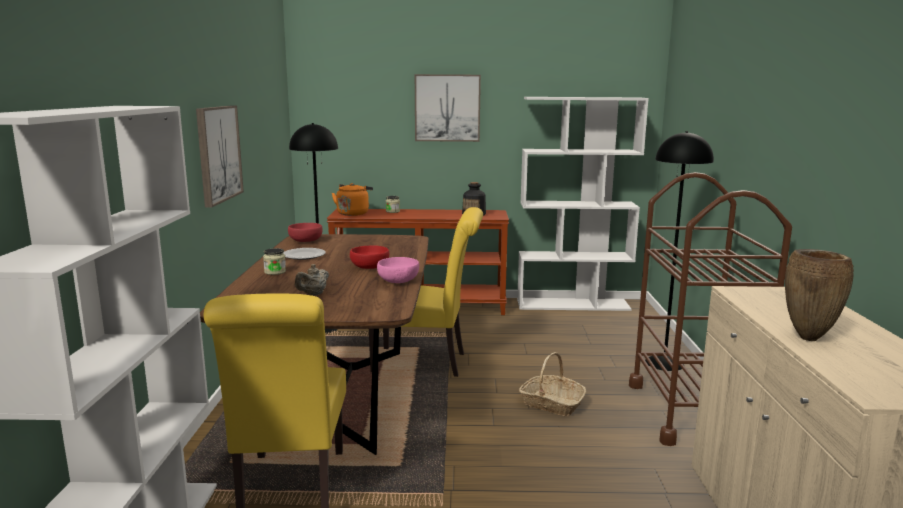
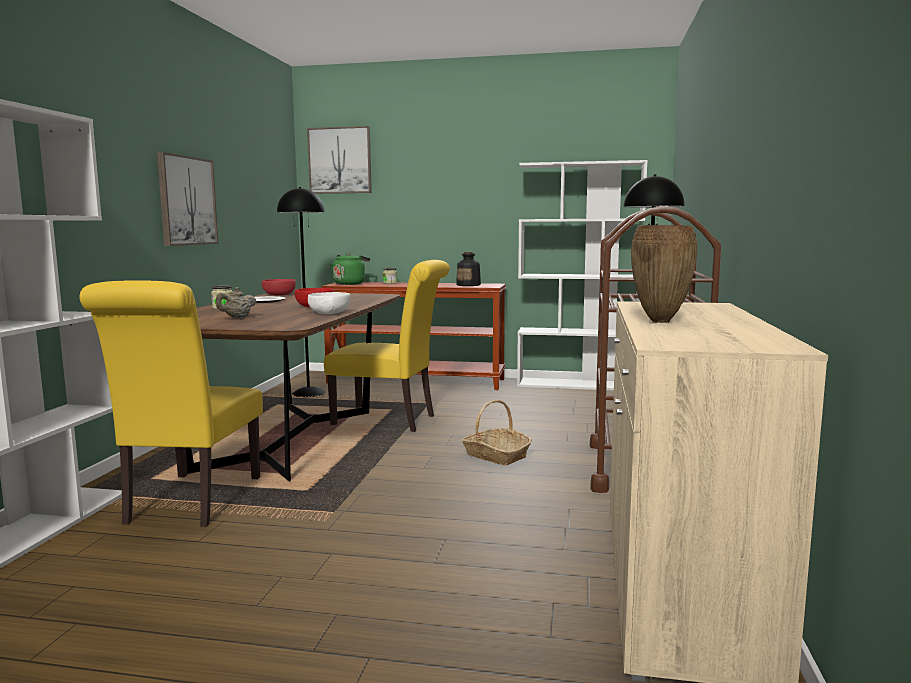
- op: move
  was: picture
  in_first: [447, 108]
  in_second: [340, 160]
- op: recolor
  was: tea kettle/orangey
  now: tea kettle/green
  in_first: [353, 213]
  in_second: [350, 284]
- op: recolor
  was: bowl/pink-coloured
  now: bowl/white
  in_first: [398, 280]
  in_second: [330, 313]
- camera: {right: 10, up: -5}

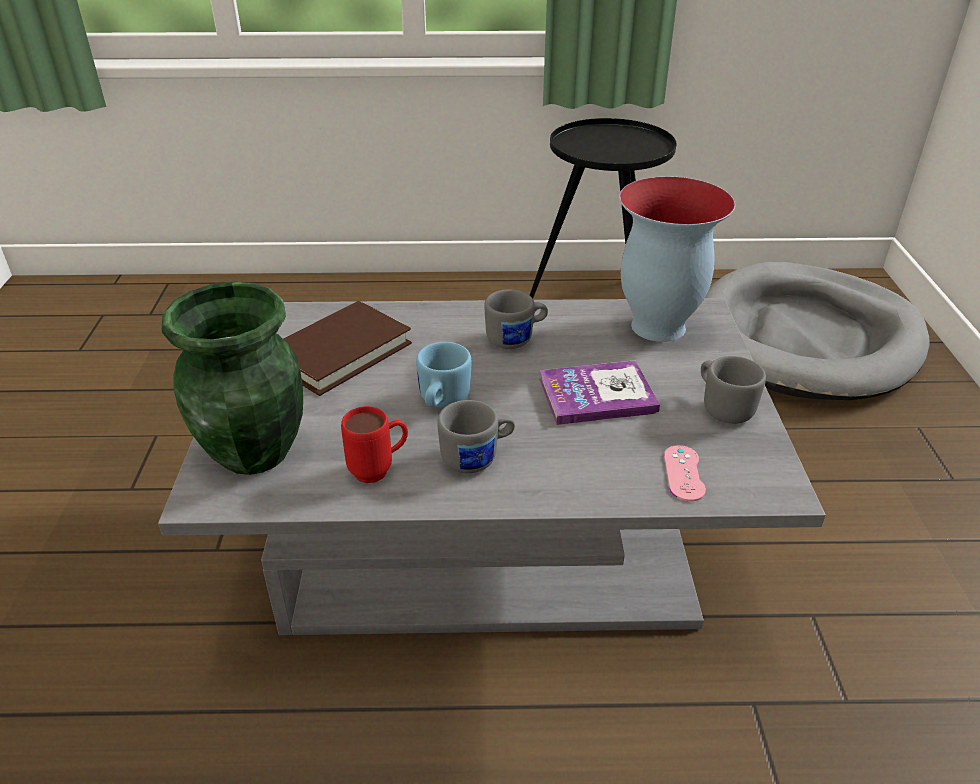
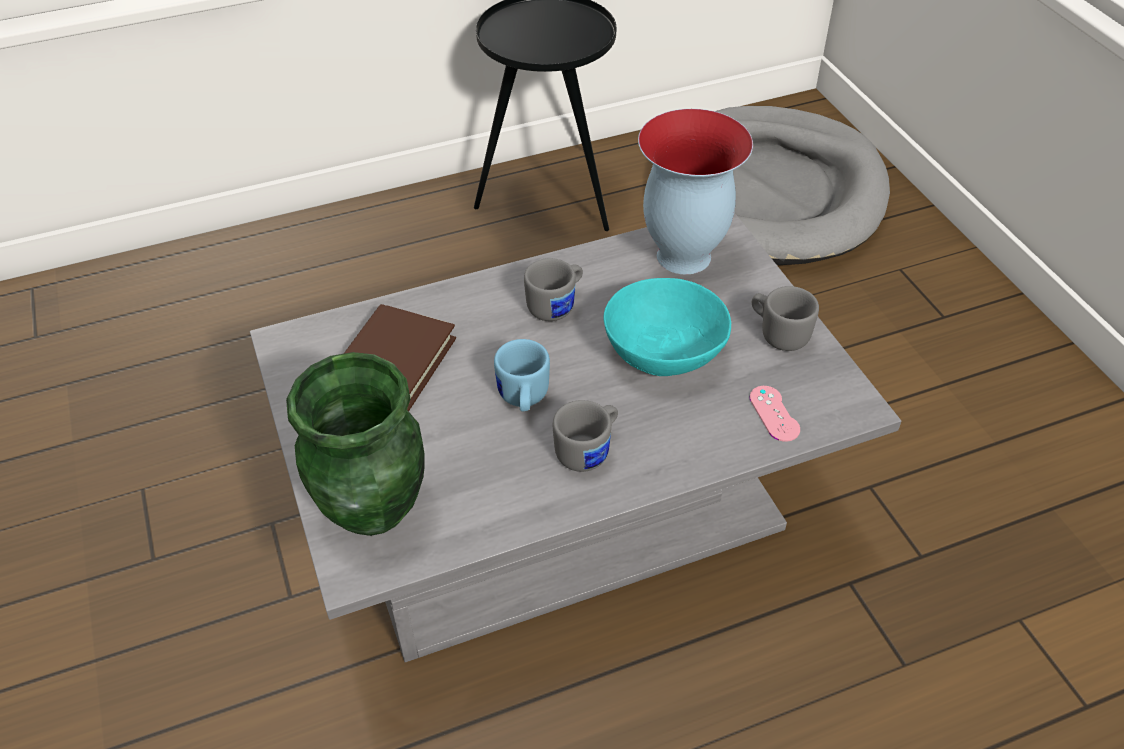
- op: replace
  was: bound book
  now: bowl/turquoise-coloured
  in_first: [597, 395]
  in_second: [663, 351]
- op: delete
  was: tea mug/red
  in_first: [379, 470]
- camera: {right: -20, up: 10}

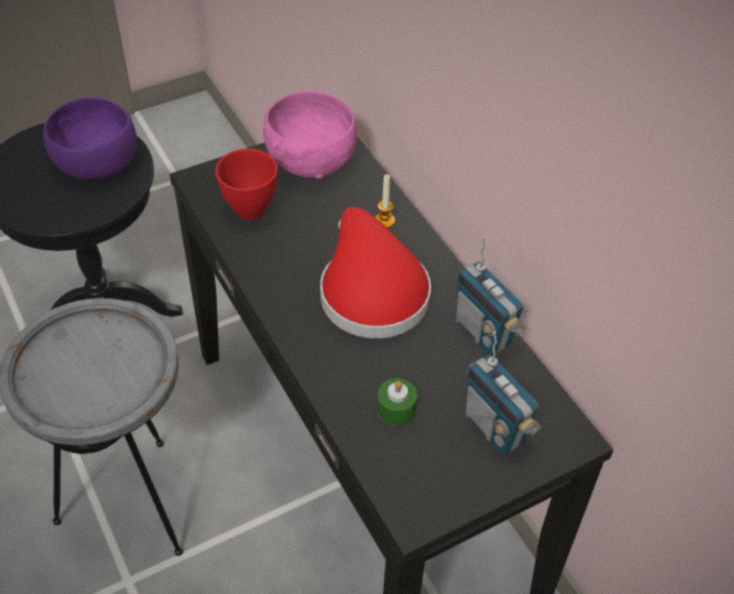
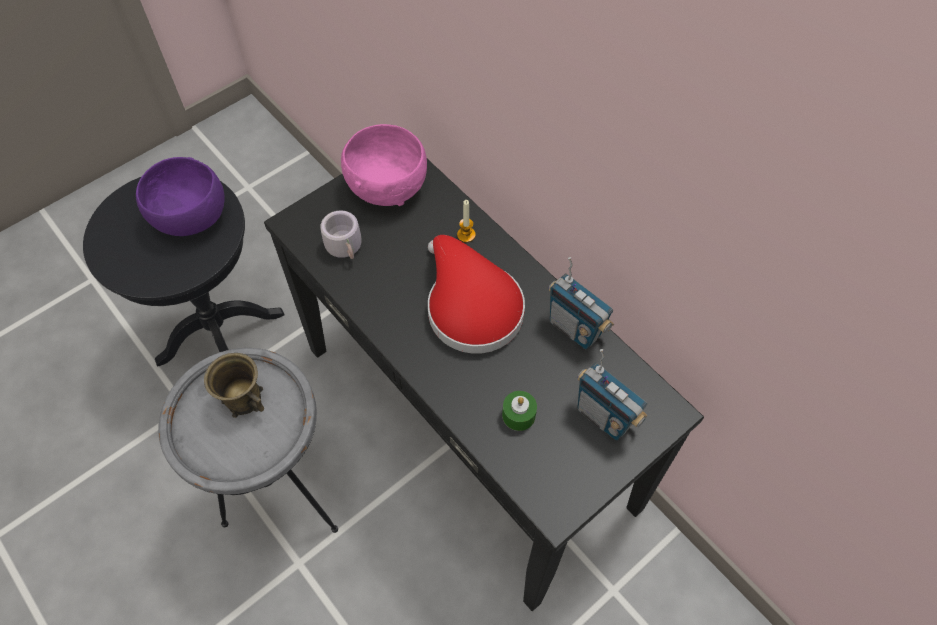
- op: replace
  was: bowl/red
  now: tea mug/greyish
  in_first: [251, 211]
  in_second: [347, 247]
- op: insert
  now: tea mug/brown
  in_second: [244, 398]
- camera: {right: -10, up: 10}

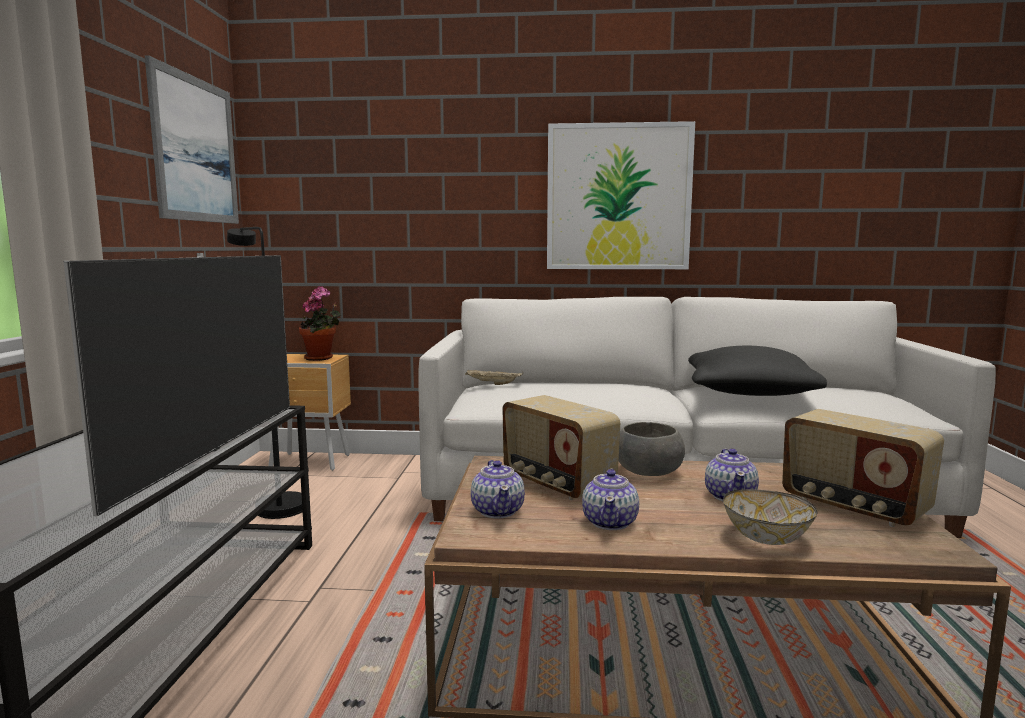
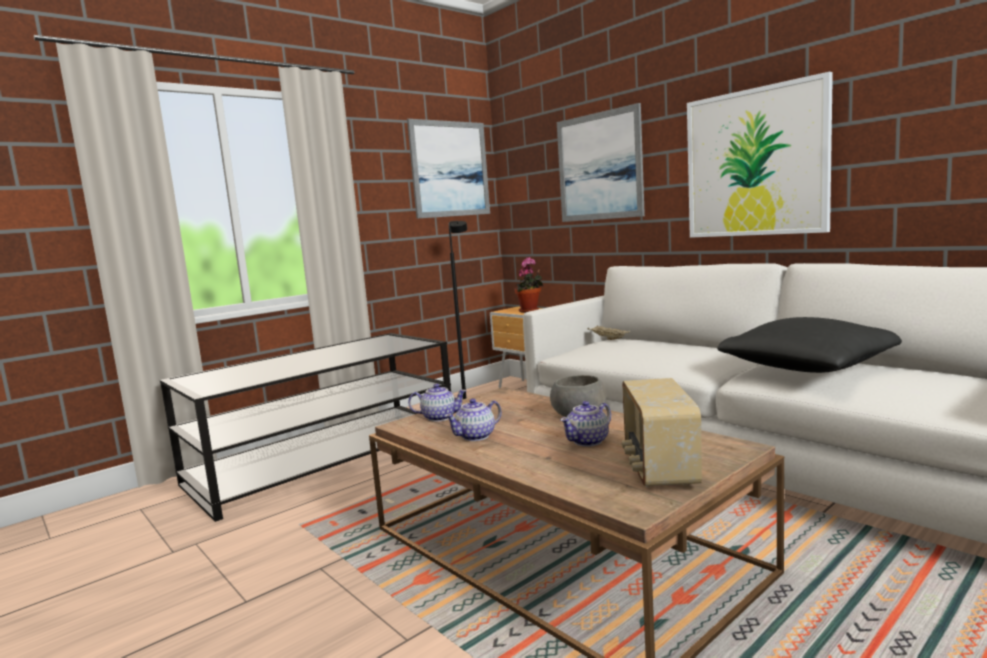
- op: delete
  was: television
  in_first: [213, 450]
- op: delete
  was: radio set
  in_first: [556, 483]
- op: rotate
  was: pot for tea
  in_first: [498, 511]
  in_second: [439, 417]
  clockwise: -120
- op: delete
  was: bowl
  in_first: [767, 538]
- op: insert
  now: picture
  in_second: [599, 167]
- camera: {right: 45, up: 0}

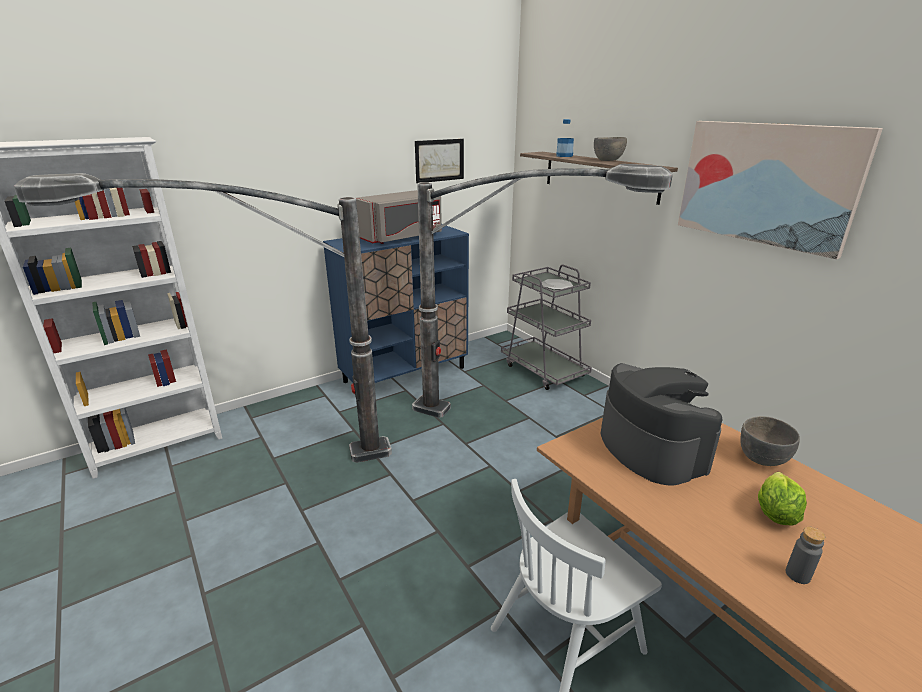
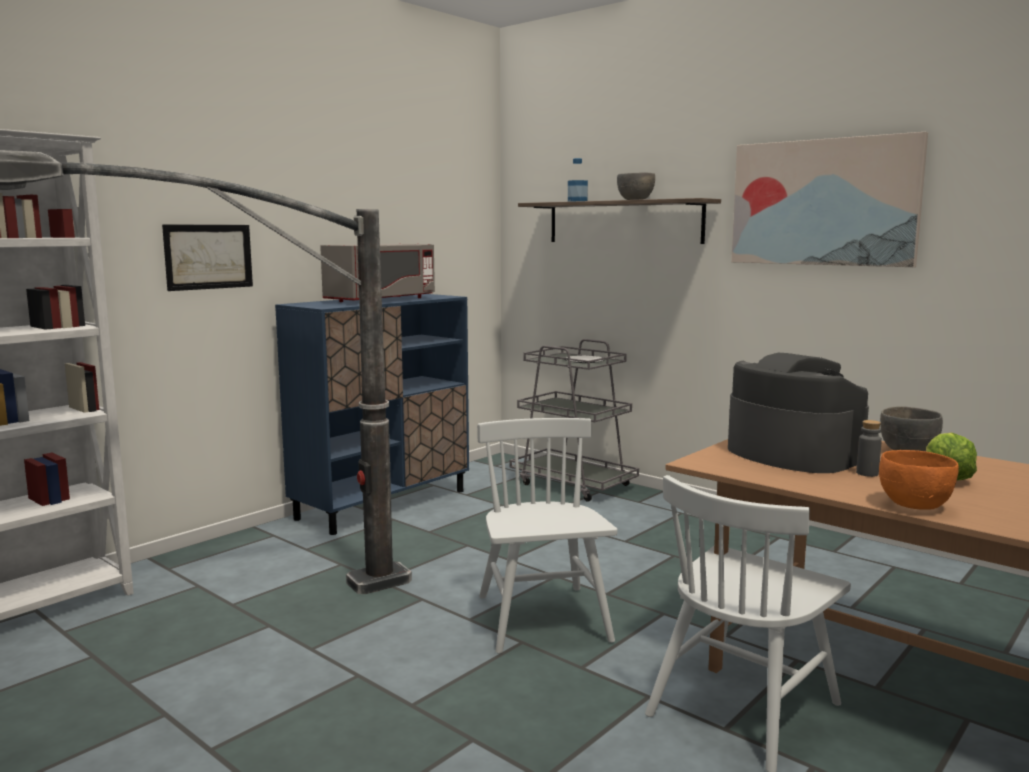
- op: move
  was: picture
  in_first: [439, 160]
  in_second: [208, 256]
- op: delete
  was: standard lamp
  in_first: [511, 430]
- op: move
  was: drink bottle/greyish
  in_first: [797, 575]
  in_second: [867, 473]
- op: insert
  now: chair/white
  in_second: [542, 619]
- op: insert
  now: bowl/orangey
  in_second: [914, 506]
- camera: {right: -15, up: -15}

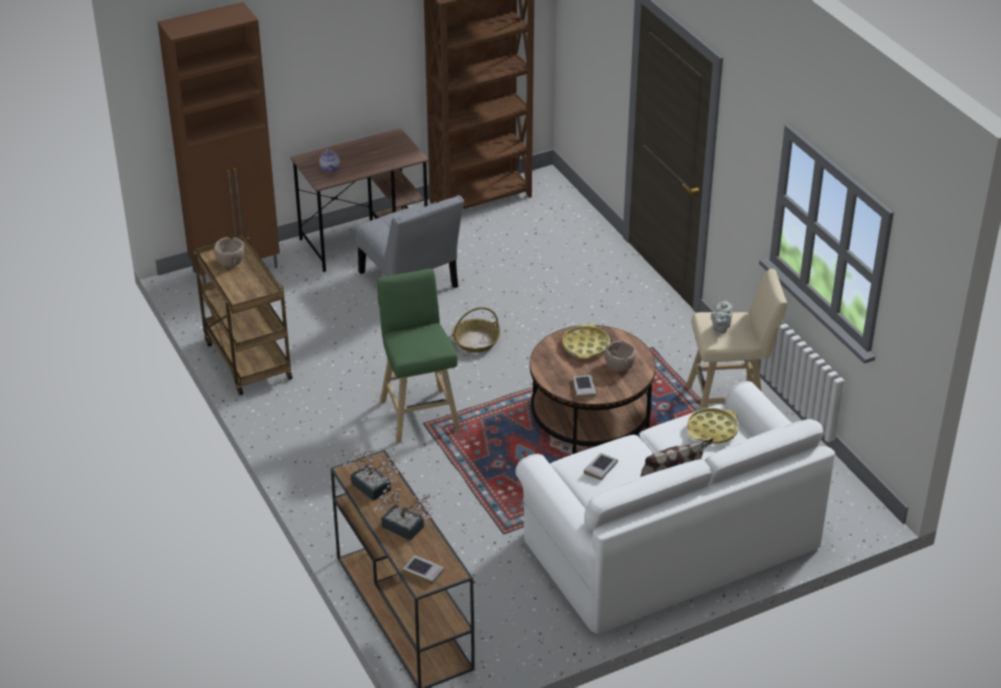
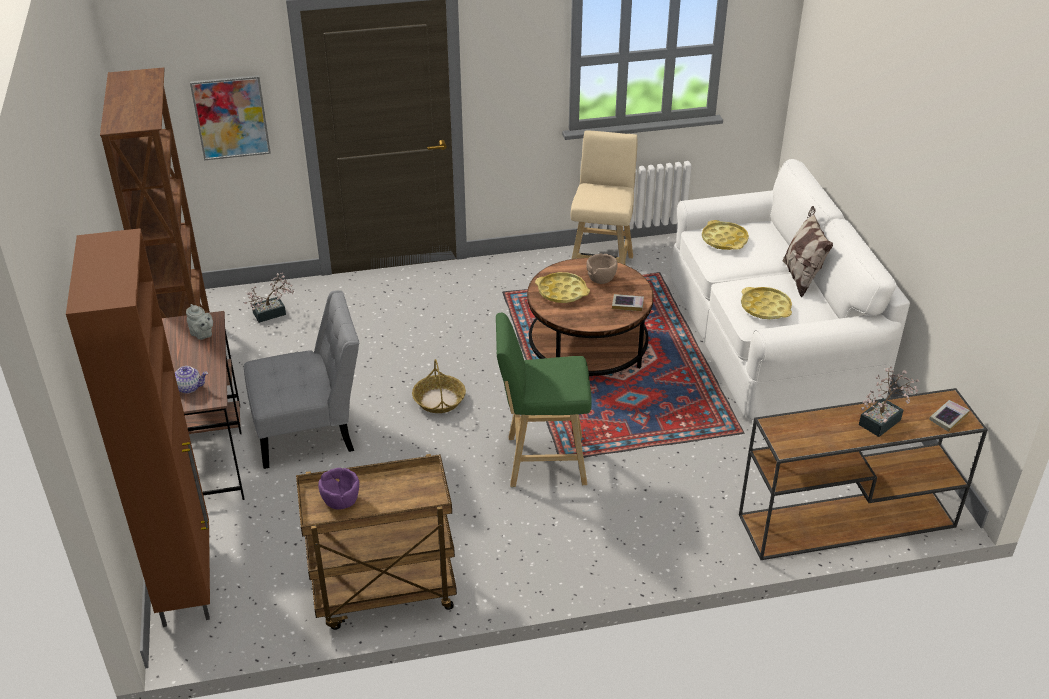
- op: recolor
  was: bowl/brown
  now: bowl/purple
  in_first: [230, 262]
  in_second: [341, 501]
- op: move
  was: pot for tea/greyish
  in_first: [720, 328]
  in_second: [202, 335]
- op: move
  was: plant in a pot
  in_first: [373, 489]
  in_second: [273, 312]
- op: replace
  was: bound book
  now: carrying tray/yellowish
  in_first: [600, 468]
  in_second: [765, 307]
- op: insert
  now: picture
  in_second: [231, 117]
- camera: {right: -75, up: 0}

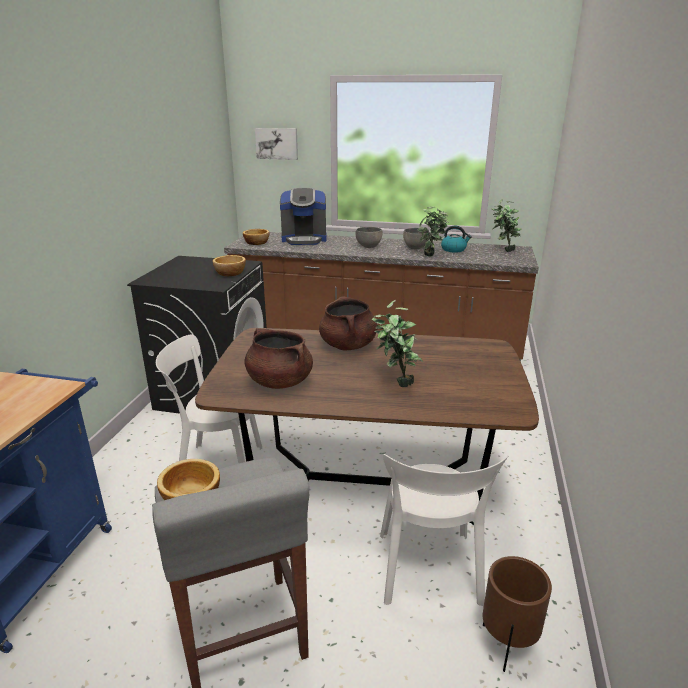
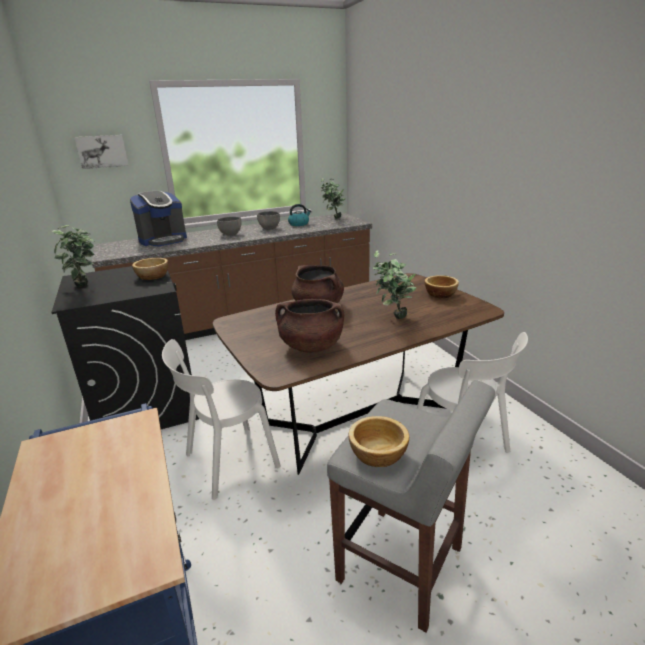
- op: move
  was: plant in a pot
  in_first: [431, 257]
  in_second: [85, 287]
- op: move
  was: bowl
  in_first: [257, 243]
  in_second: [440, 294]
- op: delete
  was: plant pot/brown
  in_first: [507, 646]
- camera: {right: -35, up: 0}

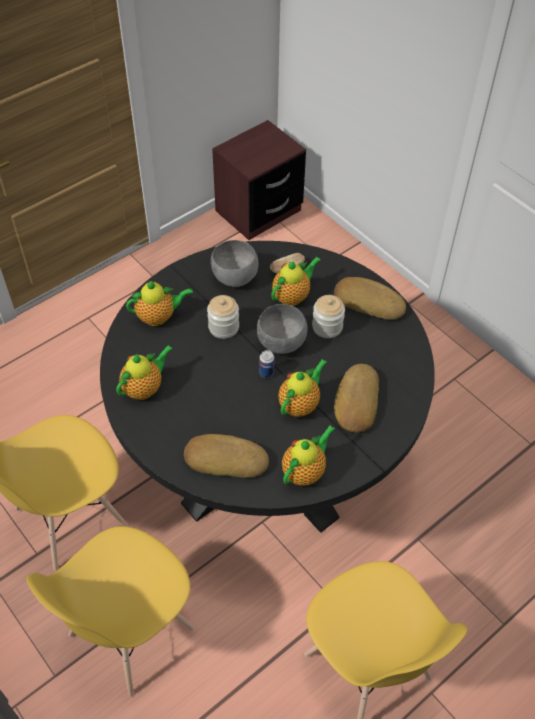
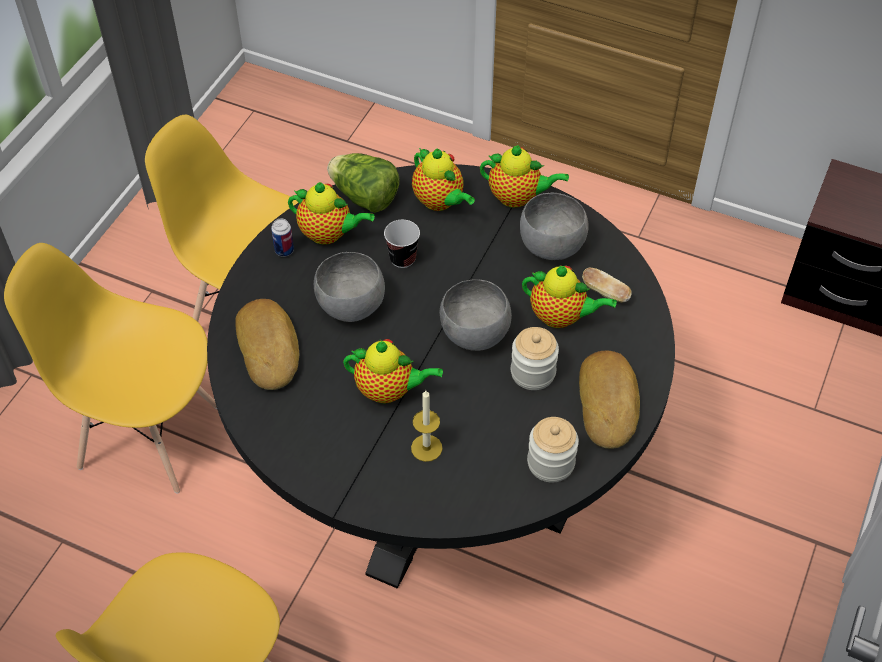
- op: move
  was: jar
  in_first: [223, 327]
  in_second: [550, 463]
- op: move
  was: can
  in_first: [266, 373]
  in_second: [284, 250]
- op: replace
  was: bread
  now: wax light
  in_first: [355, 402]
  in_second: [426, 448]
- op: move
  was: pot for tea
  in_first: [305, 471]
  in_second: [518, 197]
- op: insert
  now: lettuce head
  in_second: [364, 197]
- op: insert
  now: small cup
  in_second: [402, 258]
- op: insert
  now: bowl/greyish
  in_second: [349, 307]
- camera: {right: 65, up: 0}

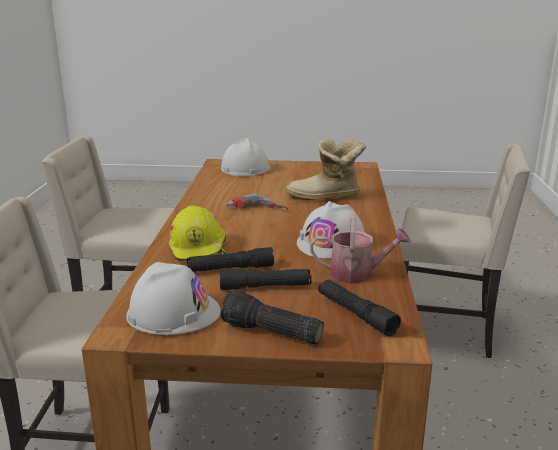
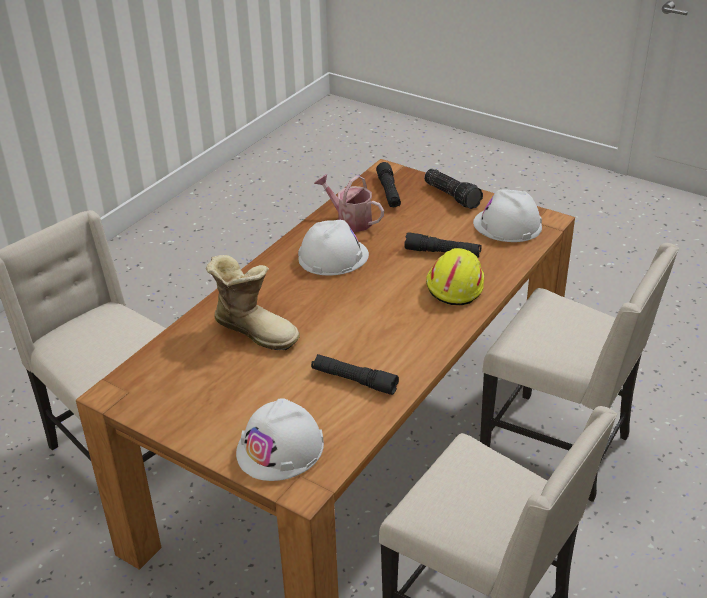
- op: delete
  was: drill
  in_first: [255, 210]
- op: move
  was: torch/blackish
  in_first: [265, 287]
  in_second: [354, 380]
- camera: {right: -150, up: 15}

